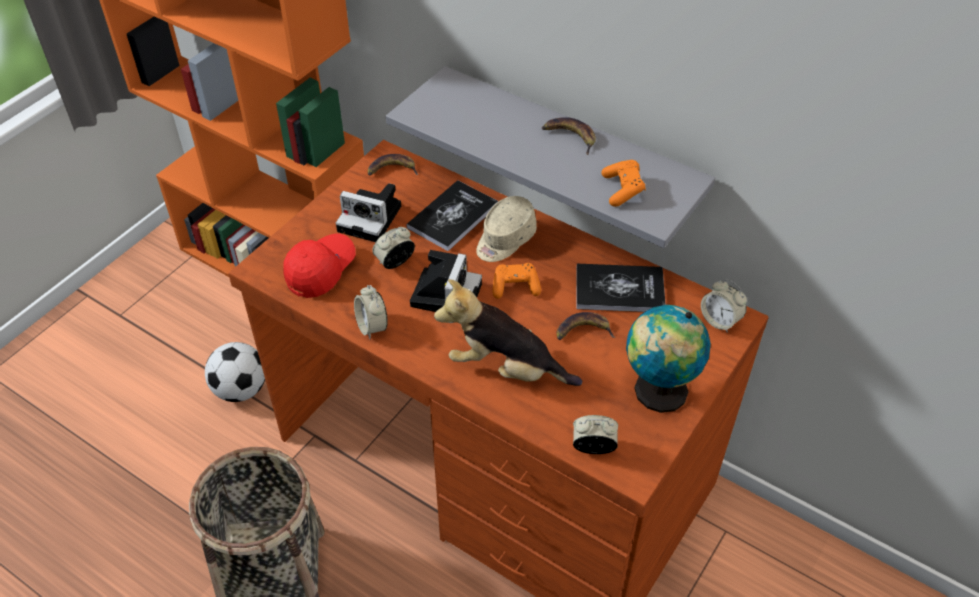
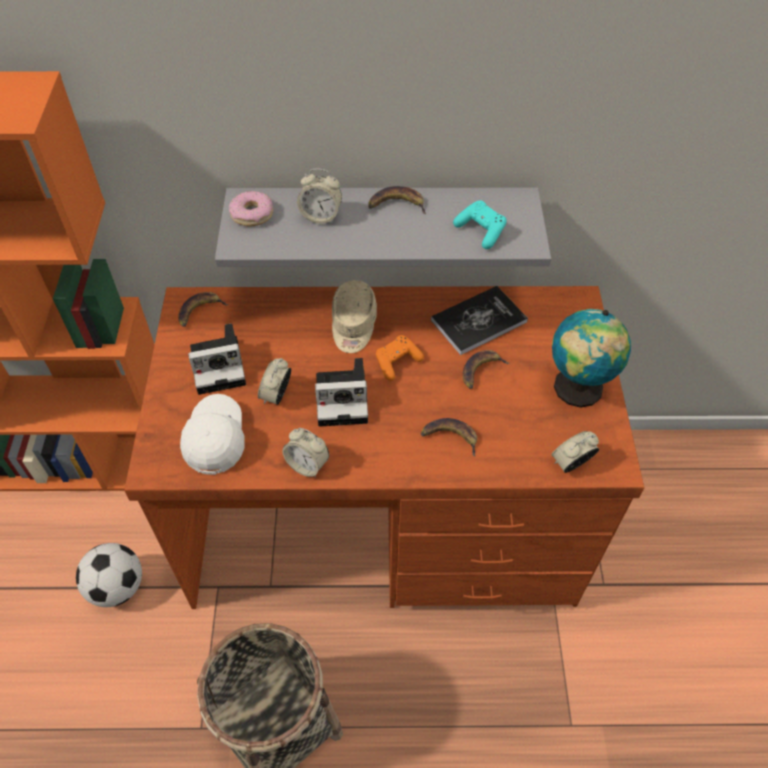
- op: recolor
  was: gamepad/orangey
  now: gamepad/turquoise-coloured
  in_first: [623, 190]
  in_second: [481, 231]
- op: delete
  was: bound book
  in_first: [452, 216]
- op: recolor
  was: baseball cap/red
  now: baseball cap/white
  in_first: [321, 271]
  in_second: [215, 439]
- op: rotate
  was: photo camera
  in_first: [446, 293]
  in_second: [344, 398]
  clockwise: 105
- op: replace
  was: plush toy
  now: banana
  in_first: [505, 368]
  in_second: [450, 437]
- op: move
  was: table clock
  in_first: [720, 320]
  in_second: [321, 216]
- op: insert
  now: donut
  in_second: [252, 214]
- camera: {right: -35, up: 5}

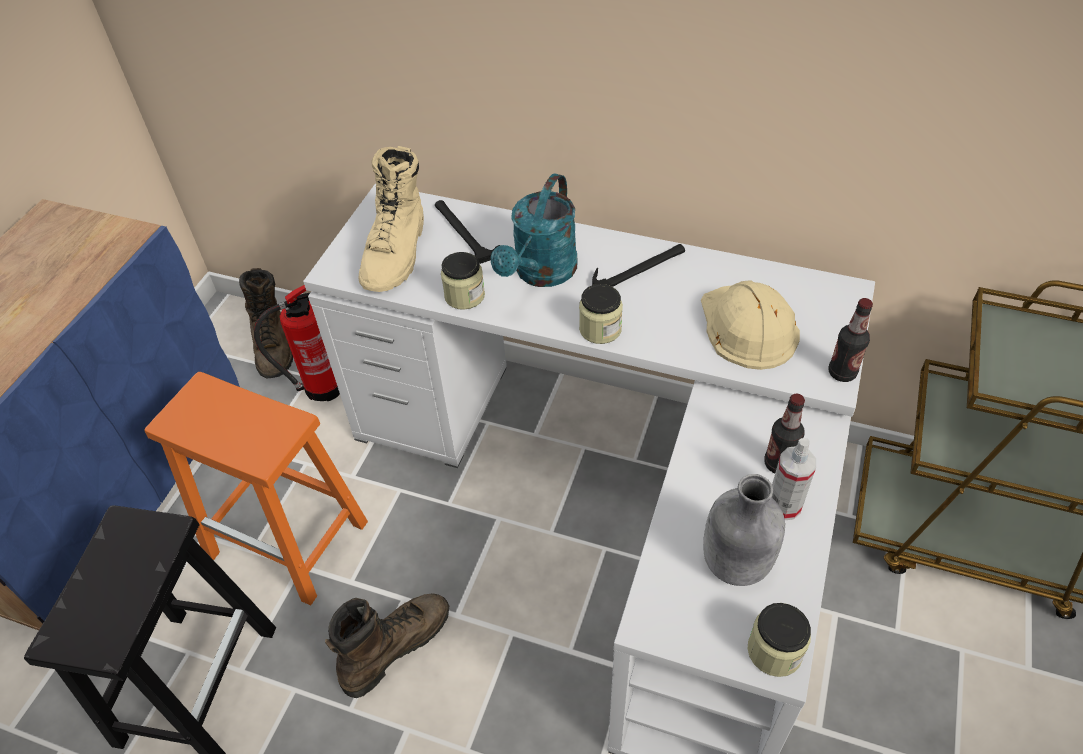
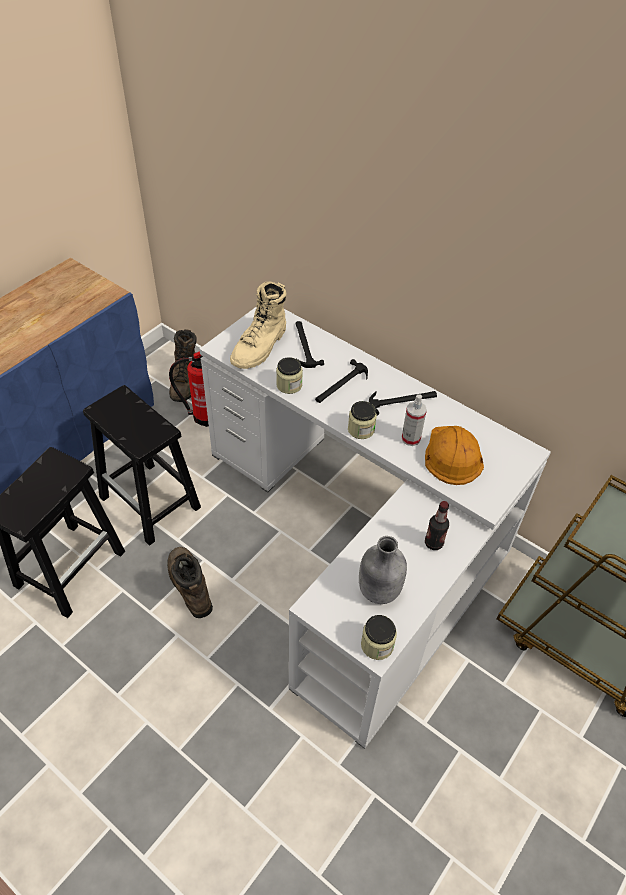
- op: replace
  was: sprinkling can/turquoise-coloured
  now: tool hammer
  in_first: [541, 274]
  in_second: [341, 385]
- op: recolor
  was: hard hat/sand-coloured
  now: hard hat/orangey
  in_first: [747, 327]
  in_second: [452, 455]
- op: delete
  was: drink bottle
  in_first: [842, 373]
- op: recolor
  was: stool/orangey
  now: stool/blackish
  in_first: [289, 539]
  in_second: [151, 503]
- op: move
  was: hand sprayer
  in_first: [784, 506]
  in_second: [410, 438]
- op: rotate
  was: high-top boot/brown
  in_first: [395, 646]
  in_second: [188, 585]
  clockwise: -90
- camera: {right: 15, up: 0}

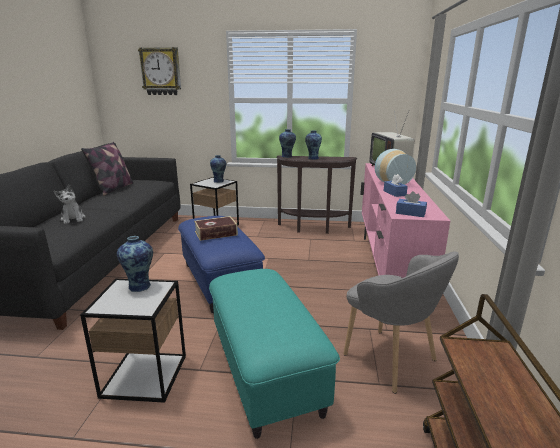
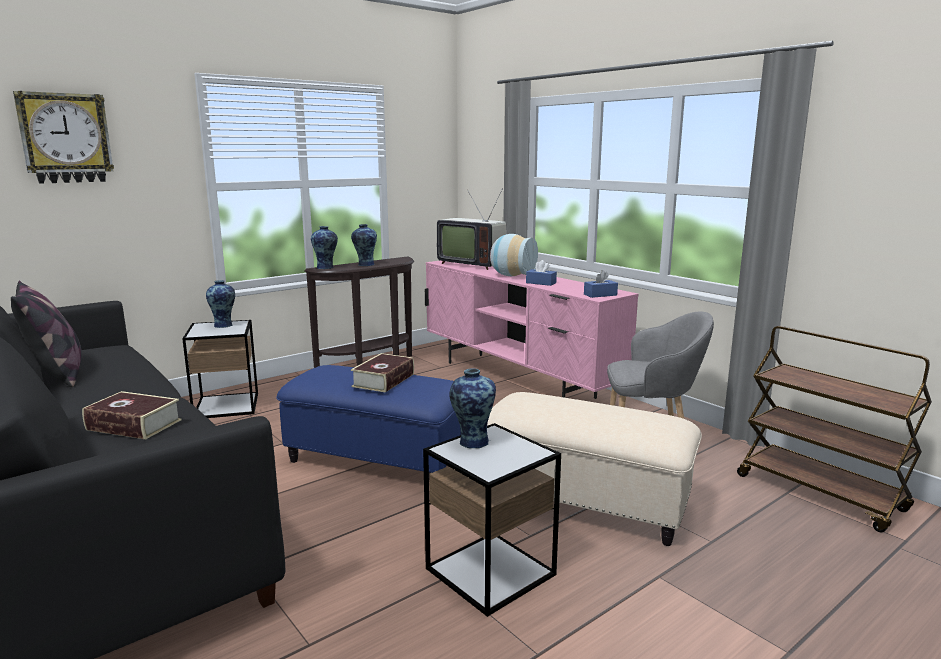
- op: replace
  was: plush toy
  now: bound book
  in_first: [73, 219]
  in_second: [134, 425]
- op: recolor
  was: ottoman/turquoise-coloured
  now: ottoman/sand-coloured
  in_first: [263, 370]
  in_second: [583, 504]
- camera: {right: -45, up: -5}

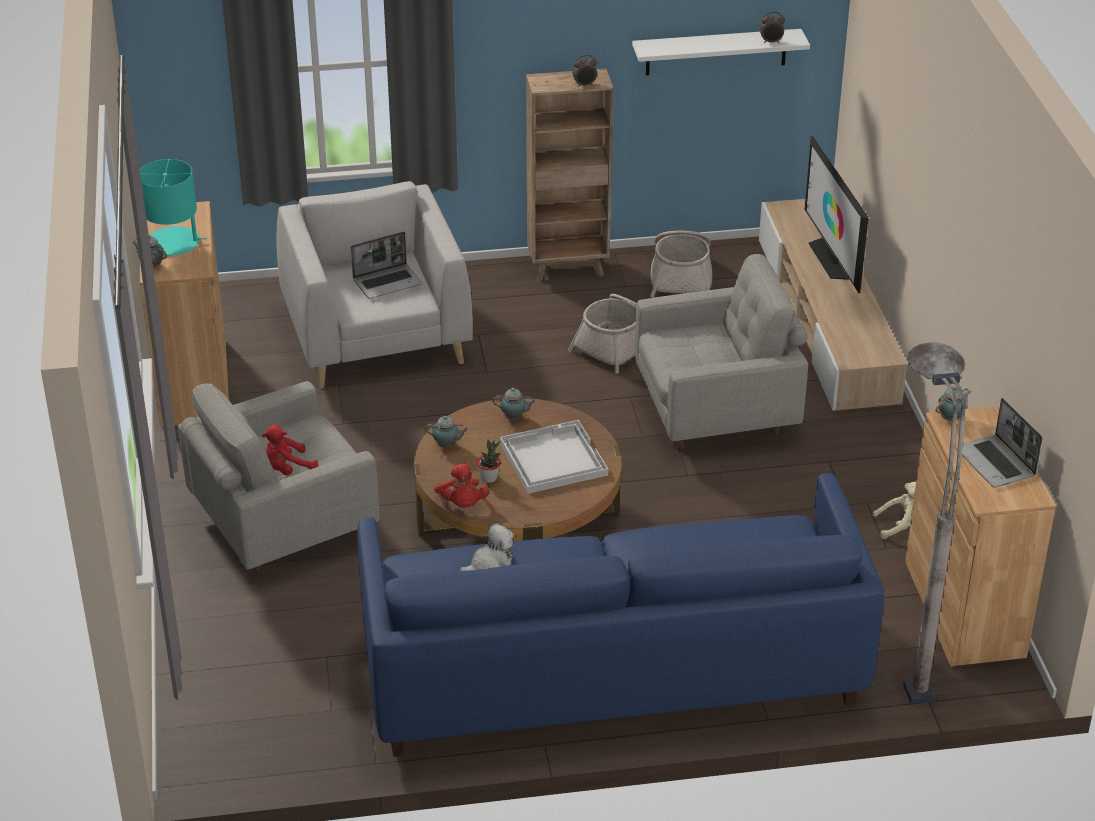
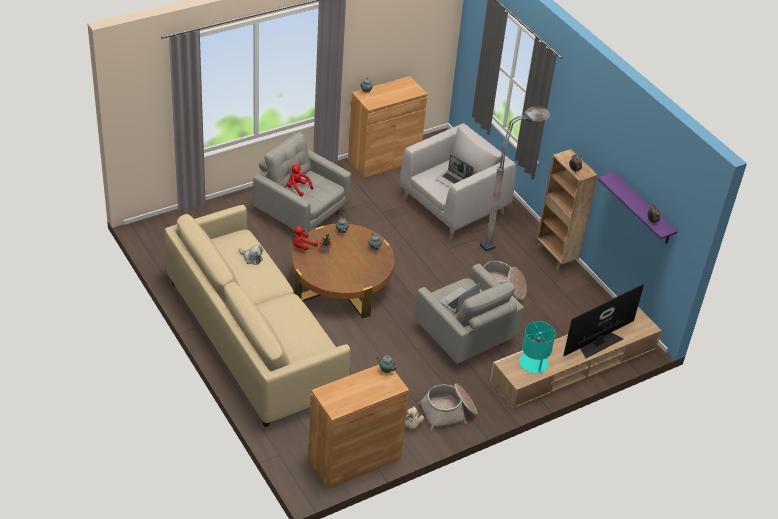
- op: recolor
  was: wall shelf/white
  now: wall shelf/purple
  in_first: [716, 52]
  in_second: [642, 209]
- op: move
  was: table lamp/turquoise-coloured
  in_first: [174, 242]
  in_second: [533, 363]
- op: move
  was: storage basket
  in_first: [681, 276]
  in_second: [449, 412]
- op: move
  was: standard lamp/greyish
  in_first: [903, 655]
  in_second: [507, 240]
- op: move
  was: portable computer
  in_first: [996, 463]
  in_second: [458, 301]
- op: delete
  was: carrying tray/white
  in_first: [552, 458]
- op: recolor
  was: couch/bluish
  now: couch/sand-coloured
  in_first: [612, 669]
  in_second: [253, 338]
- camera: {right: 65, up: 5}

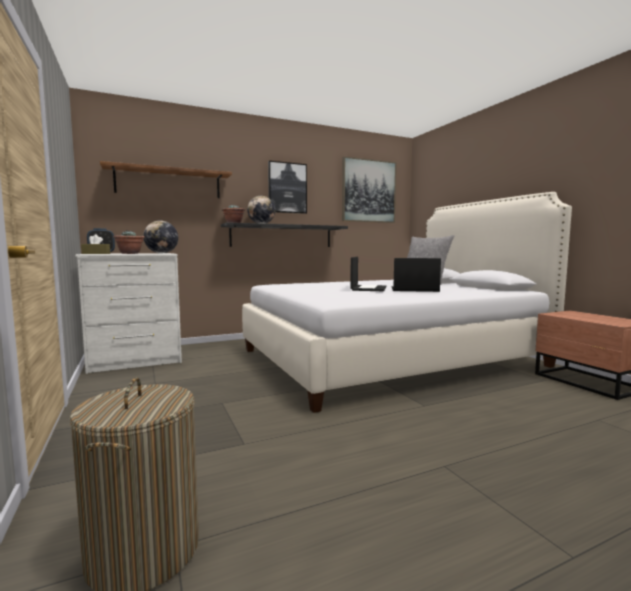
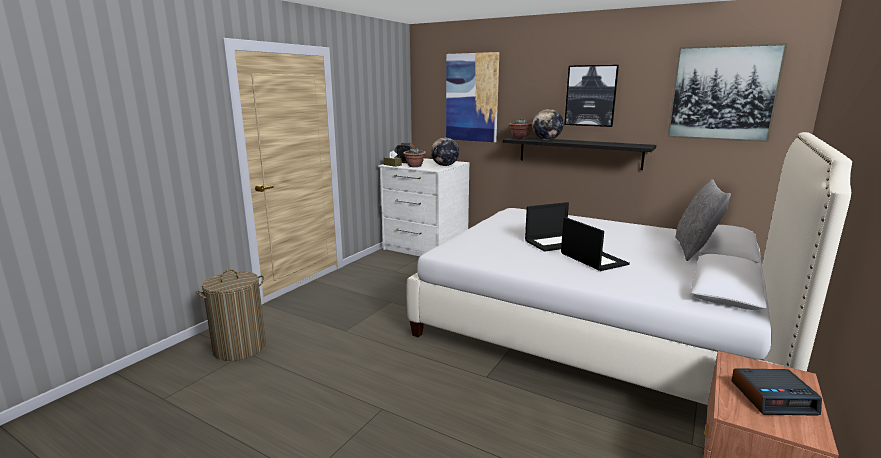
- op: replace
  was: wall shelf
  now: picture
  in_first: [169, 183]
  in_second: [472, 97]
- op: insert
  now: table clock
  in_second: [773, 397]
- camera: {right: 55, up: 10}

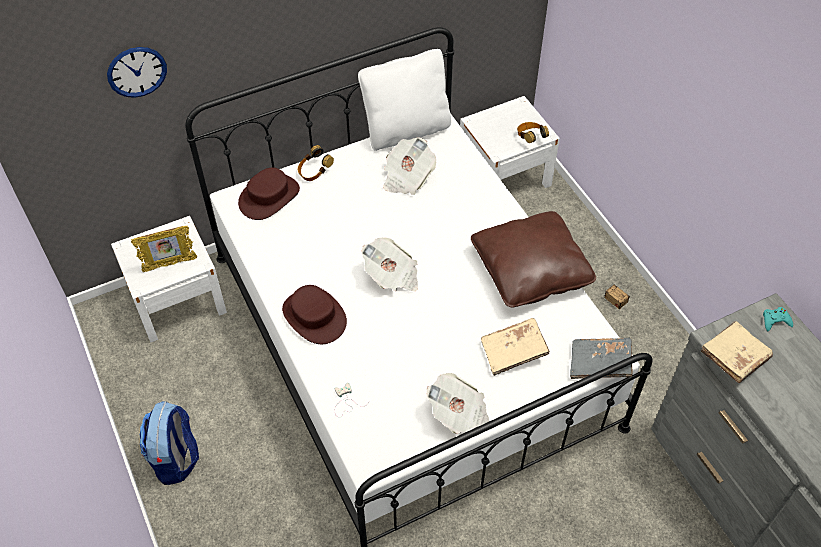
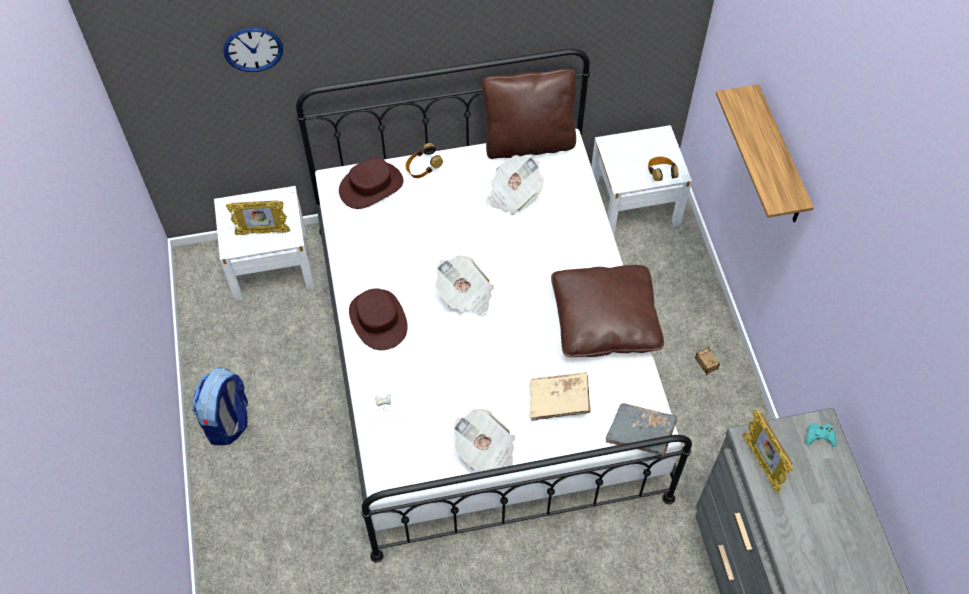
- op: recolor
  was: throw pillow/white
  now: throw pillow/brown
  in_first: [406, 130]
  in_second: [528, 142]
- op: replace
  was: bound book/sand-coloured
  now: picture frame
  in_first: [733, 358]
  in_second: [761, 464]
- op: insert
  now: wall shelf
  in_second: [779, 159]
- camera: {right: 15, up: 5}

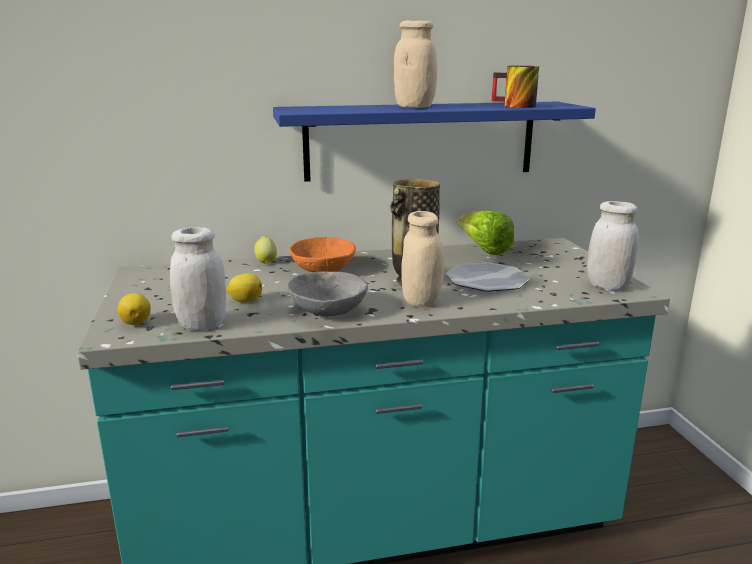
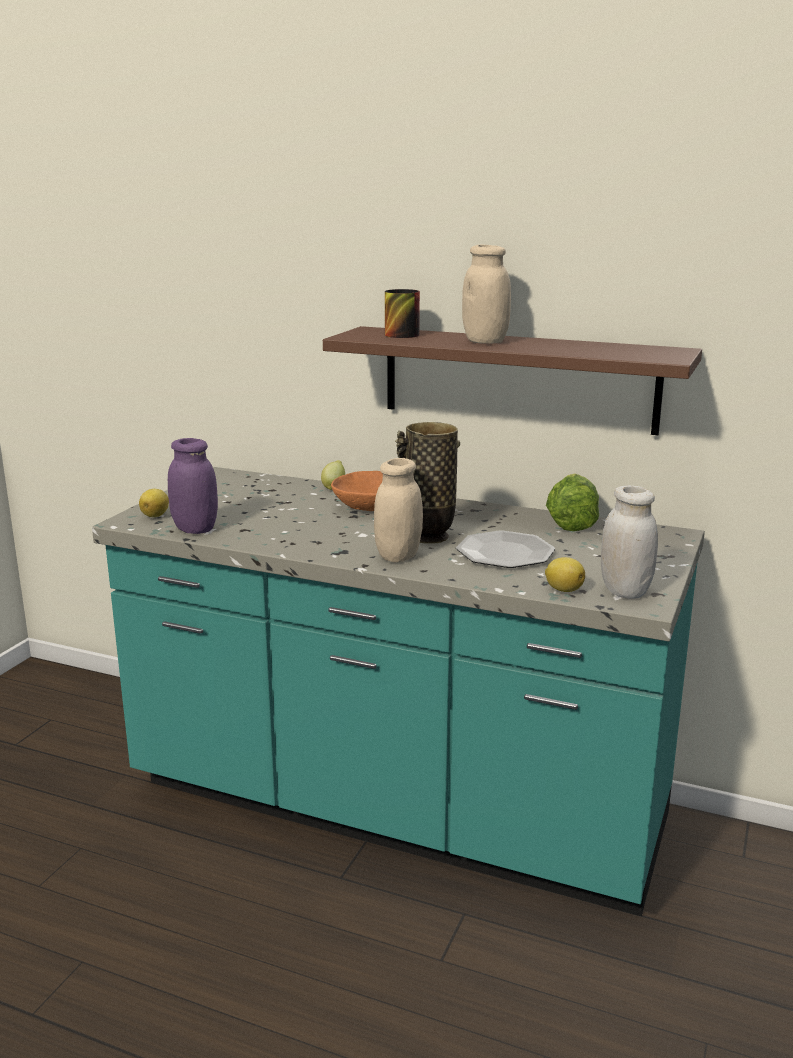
- op: move
  was: tea mug
  in_first: [513, 106]
  in_second: [396, 334]
- op: recolor
  was: wall shelf/bluish
  now: wall shelf/brown
  in_first: [421, 140]
  in_second: [518, 379]
- op: recolor
  was: jar/white
  now: jar/purple
  in_first: [202, 325]
  in_second: [195, 529]
- op: delete
  was: bowl/greyish
  in_first: [327, 311]
- op: move
  was: lemon
  in_first: [245, 301]
  in_second: [563, 589]
- camera: {right: 35, up: 0}

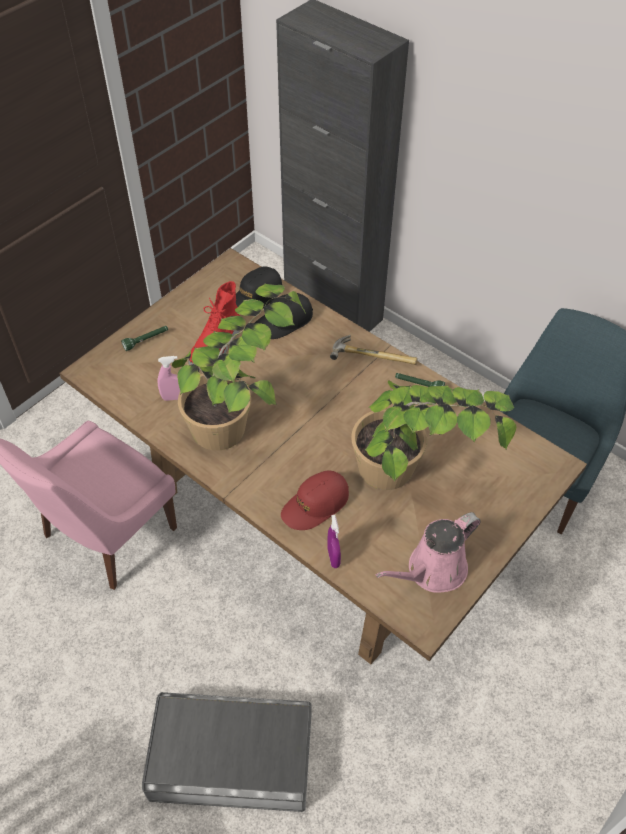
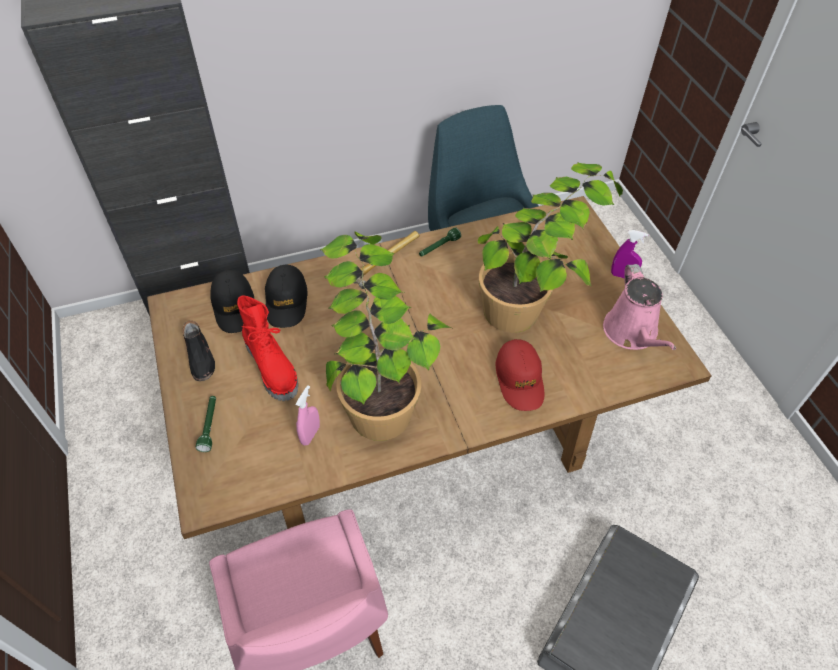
- op: move
  was: hand sprayer/purple
  in_first: [333, 557]
  in_second: [622, 276]
- op: insert
  now: shoe/blackish
  in_second: [201, 358]
- camera: {right: -60, up: 0}

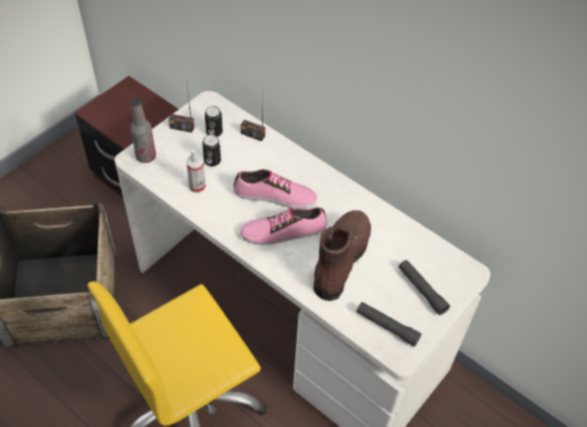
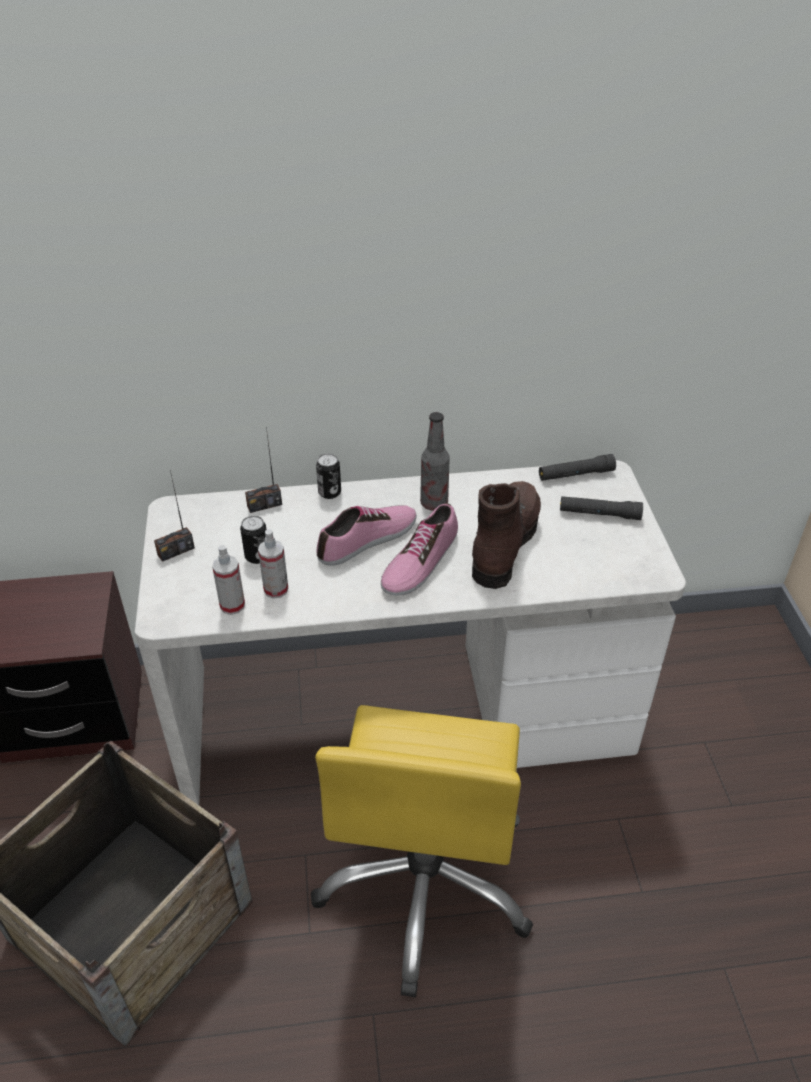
- op: move
  was: drink bottle
  in_first: [146, 157]
  in_second: [434, 503]
- op: move
  was: can
  in_first: [214, 132]
  in_second: [329, 492]
- op: rotate
  was: high-top boot/brown
  in_first: [340, 260]
  in_second: [504, 544]
  clockwise: 45
- op: move
  was: torch/blackish
  in_first: [387, 326]
  in_second: [575, 474]
- op: insert
  now: hand sprayer
  in_second: [232, 605]
- camera: {right: -45, up: -10}

